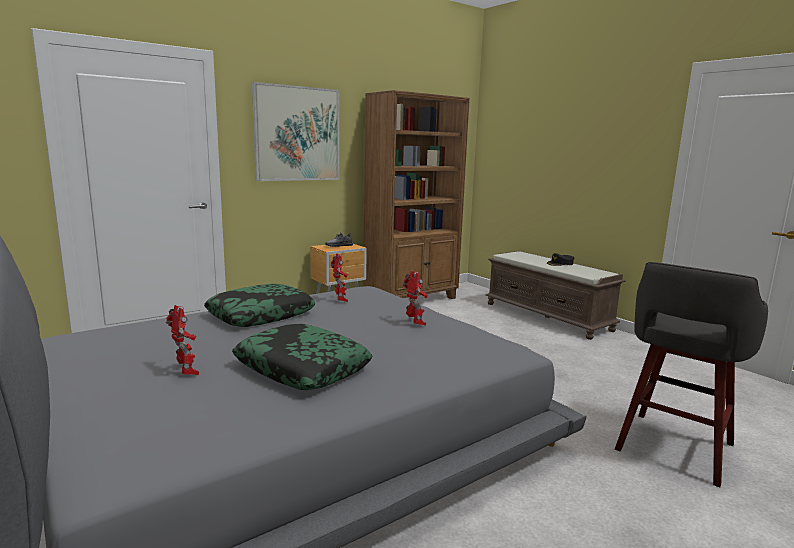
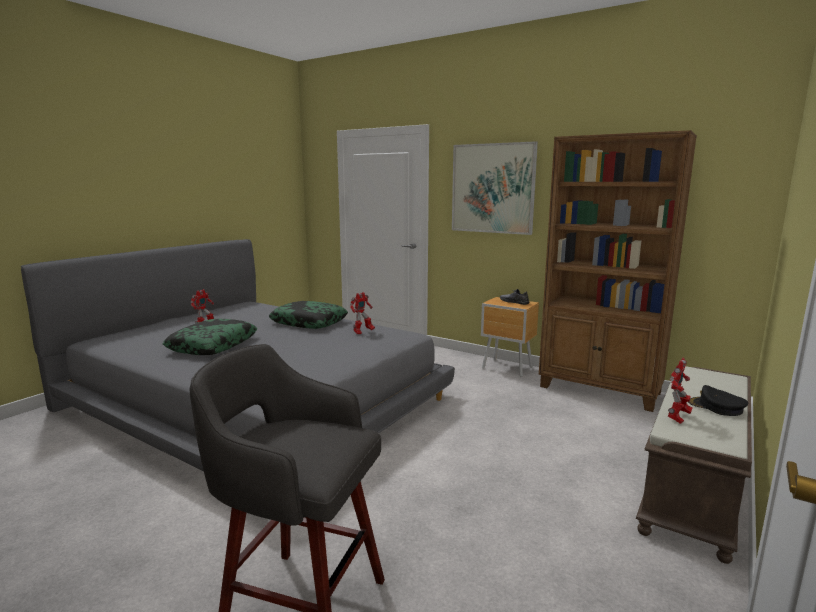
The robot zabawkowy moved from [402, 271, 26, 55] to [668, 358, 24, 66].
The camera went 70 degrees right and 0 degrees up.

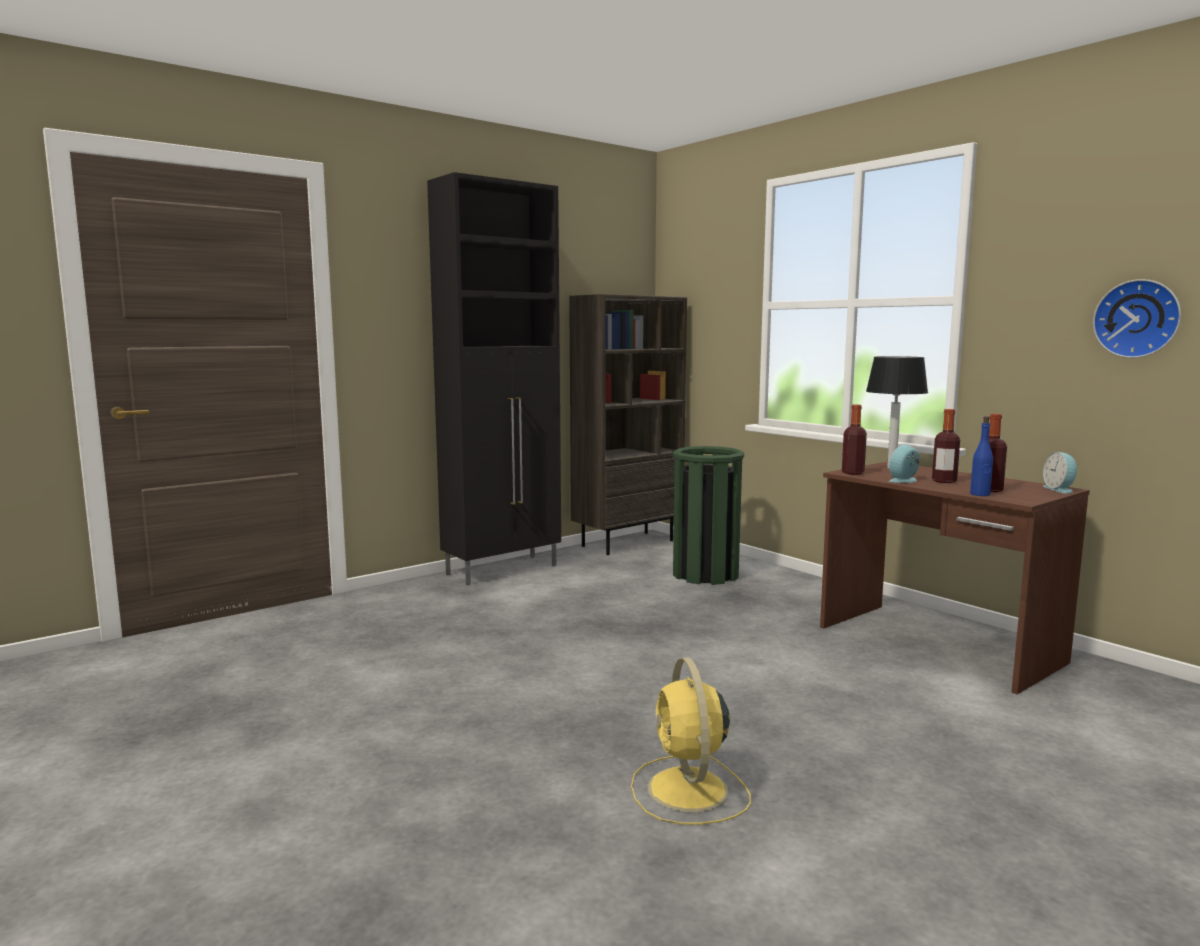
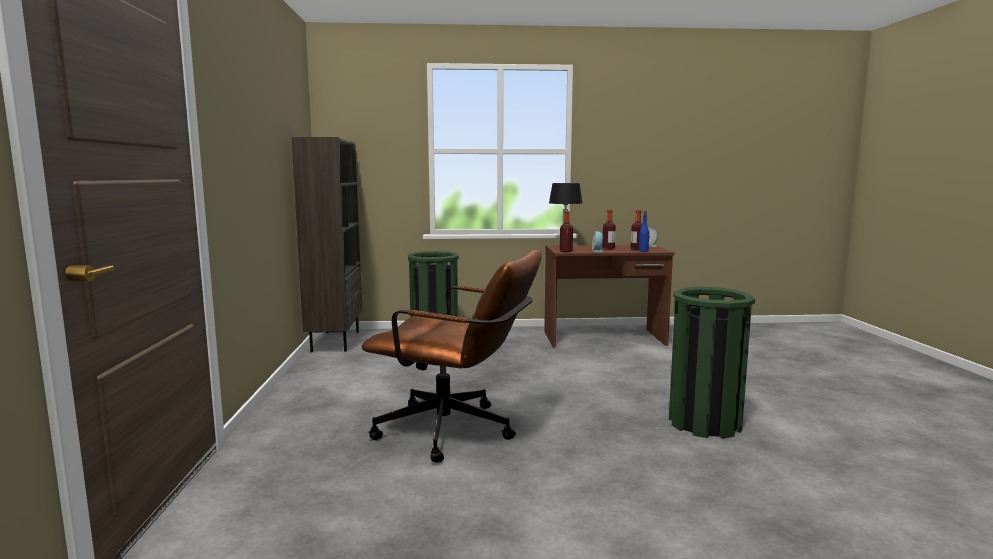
The krzesło biurowe/brązowy at [362, 250, 180, 213] appeared.
The wentylator/żółty at [631, 658, 120, 167] was replaced by the kosz na śmieci/zielony at [669, 287, 86, 152].
The szafka/czarny at [427, 172, 134, 413] disappeared.
The zegar ścienny at [1093, 279, 88, 79] disappeared.
The camera went 55 degrees left and 0 degrees up.

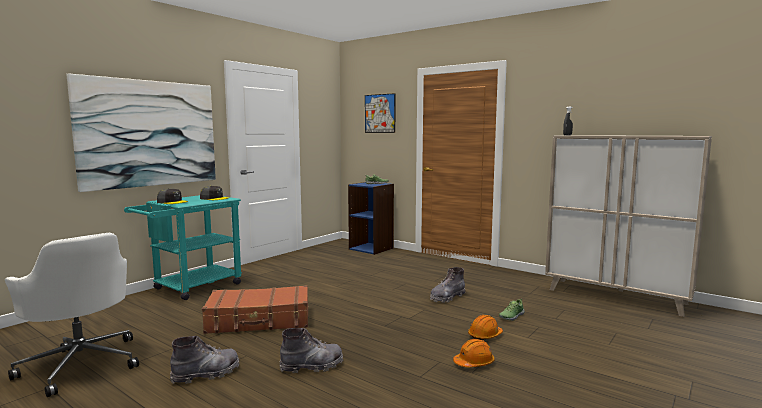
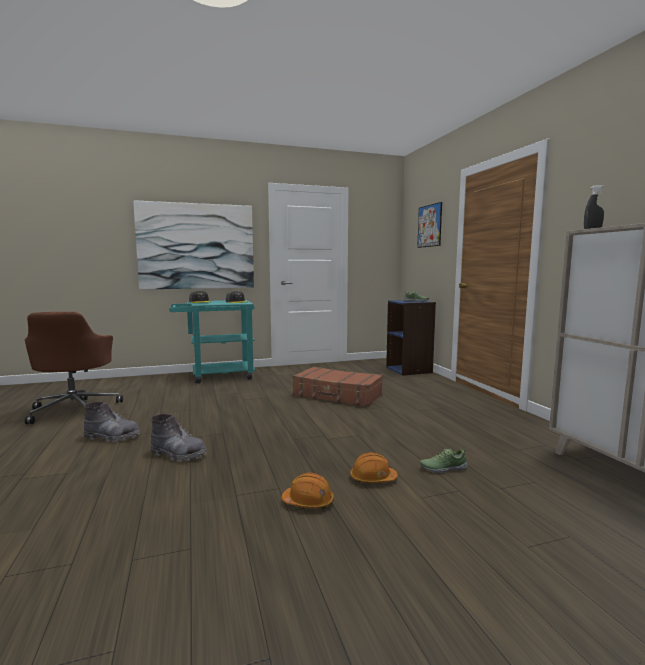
The krzesło biurowe/biały at [5, 233, 134, 164] became the krzesło biurowe/brązowy at [25, 312, 98, 112].
The walizka/brązowy moved from [202, 285, 106, 49] to [293, 367, 90, 40].
The but z cholewką/szary at [430, 267, 36, 36] disappeared.
The camera went 35 degrees right and 0 degrees up.

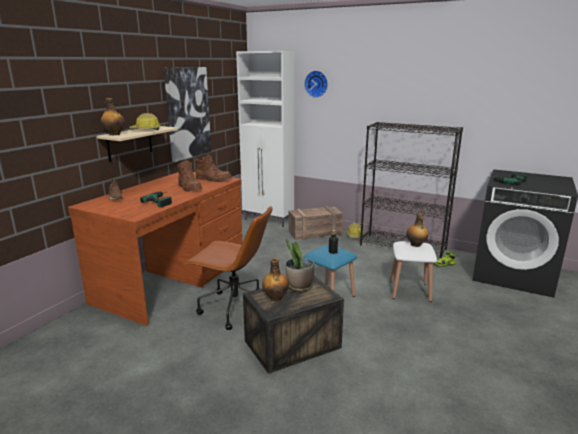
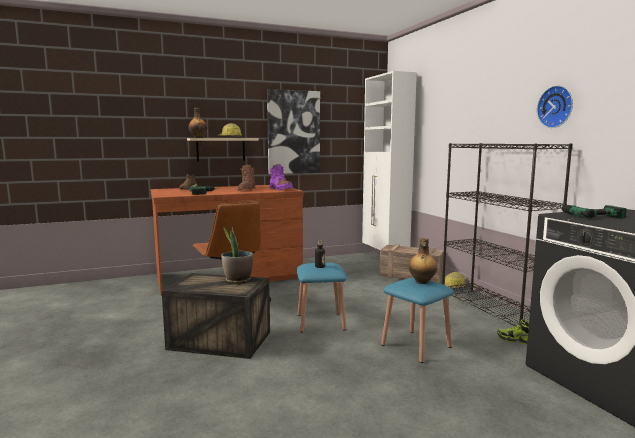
The but z cholewką/brązowy at [194, 154, 38, 28] became the but z cholewką/fioletowy at [270, 164, 23, 26].
The stołek/biały at [390, 241, 47, 61] became the stołek/niebieski at [381, 277, 73, 86].
The zegar ścienny moved from [304, 71, 24, 27] to [537, 85, 36, 43].
The butelka at [262, 258, 27, 43] disappeared.
The camera went 40 degrees right and 10 degrees down.

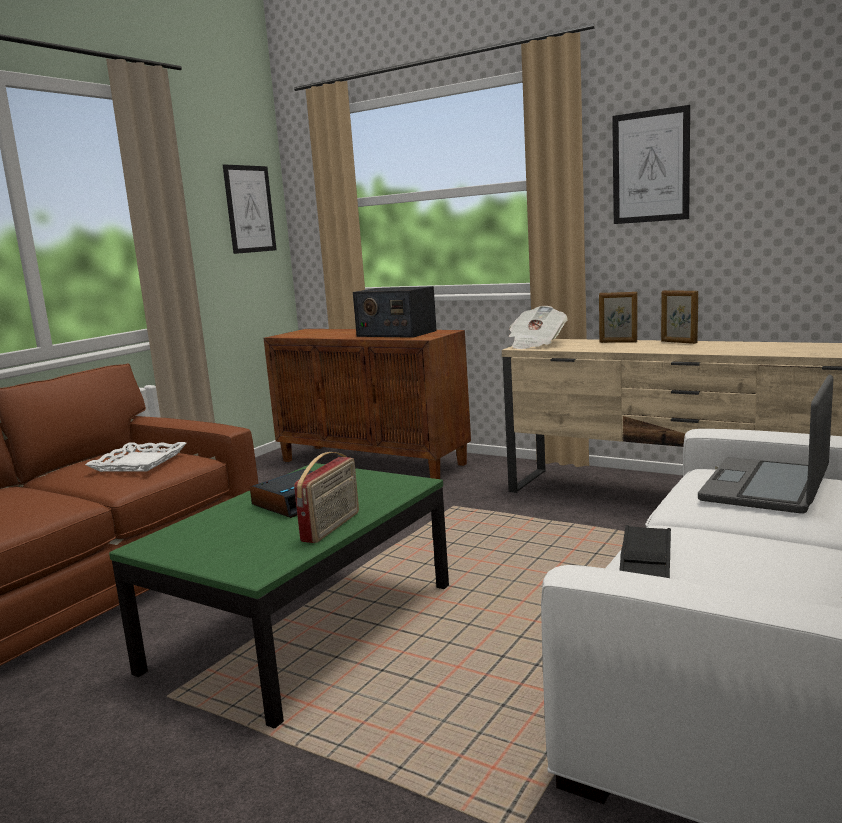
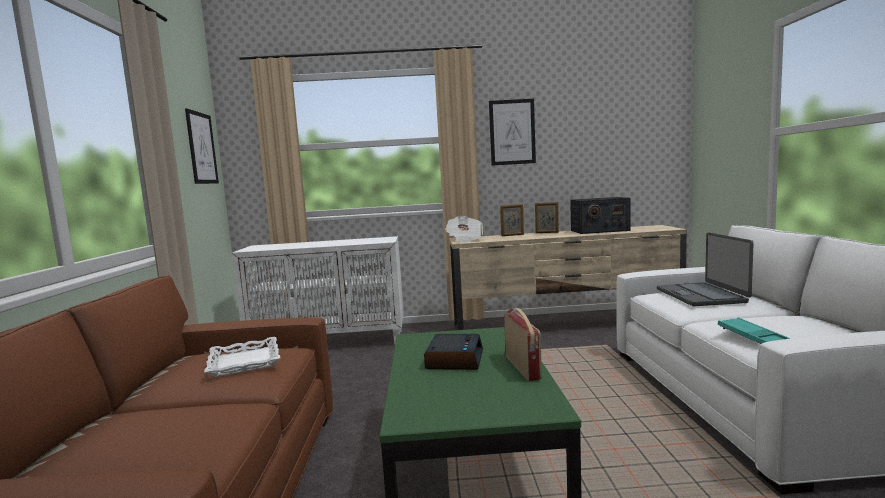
The szafka/brązowy at [264, 329, 207, 150] became the szafka/biały at [232, 236, 172, 109].
The radio moved from [353, 286, 84, 52] to [570, 197, 61, 37].
The taca/czarny at [619, 525, 52, 53] became the taca/turkusowy at [718, 318, 73, 26].
The camera went 35 degrees left and 5 degrees down.

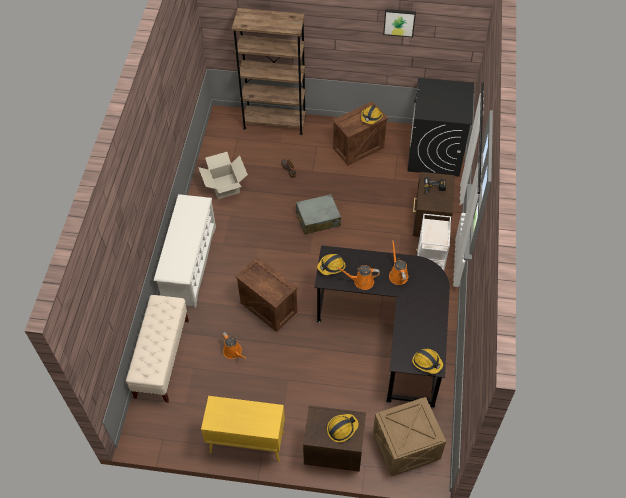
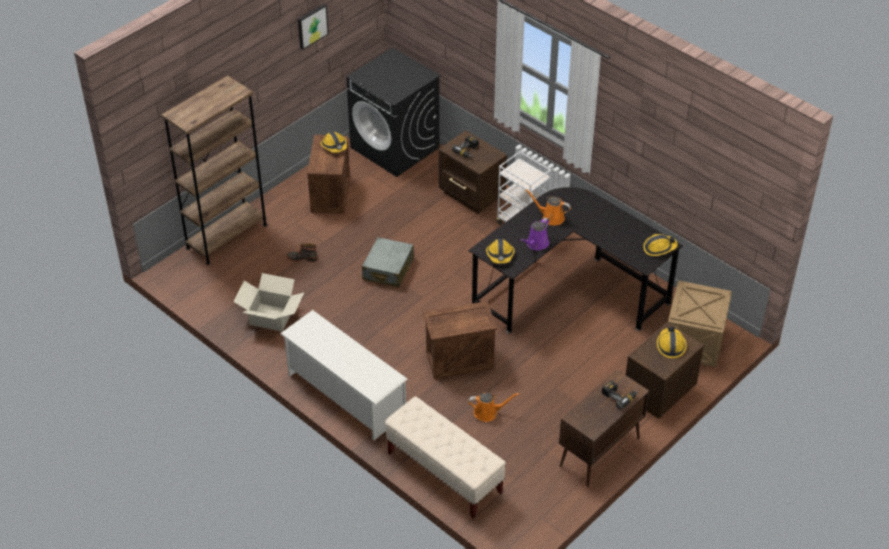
The konewka/pomarańczowy at [337, 265, 43, 25] became the konewka/fioletowy at [521, 218, 28, 32].
The szafka/żółty at [201, 396, 84, 66] became the szafka/brązowy at [559, 370, 90, 117].
The wiertarka at [602, 380, 36, 29] appeared.
The camera went 55 degrees left and 10 degrees down.

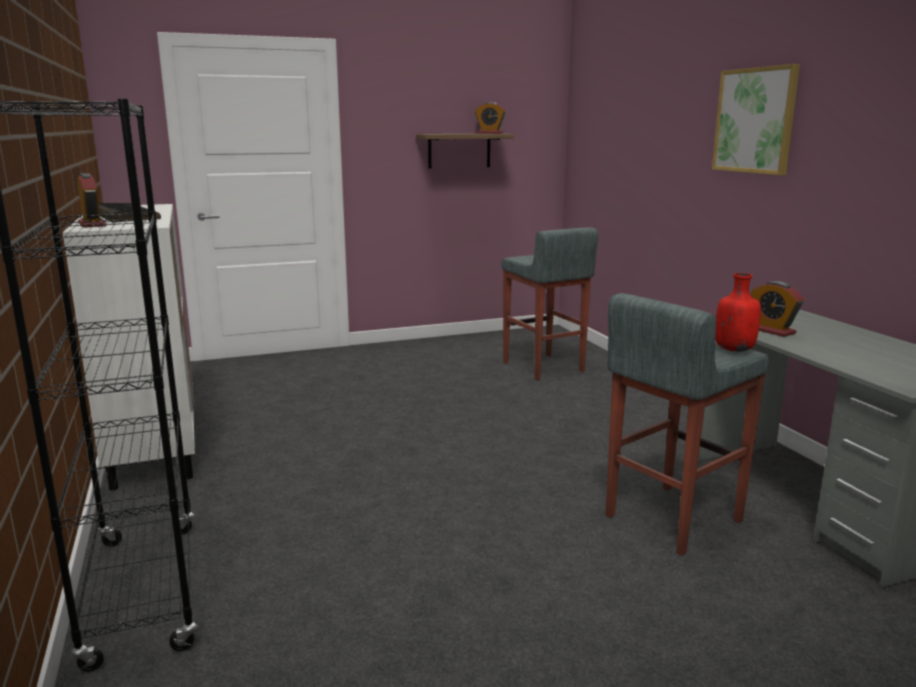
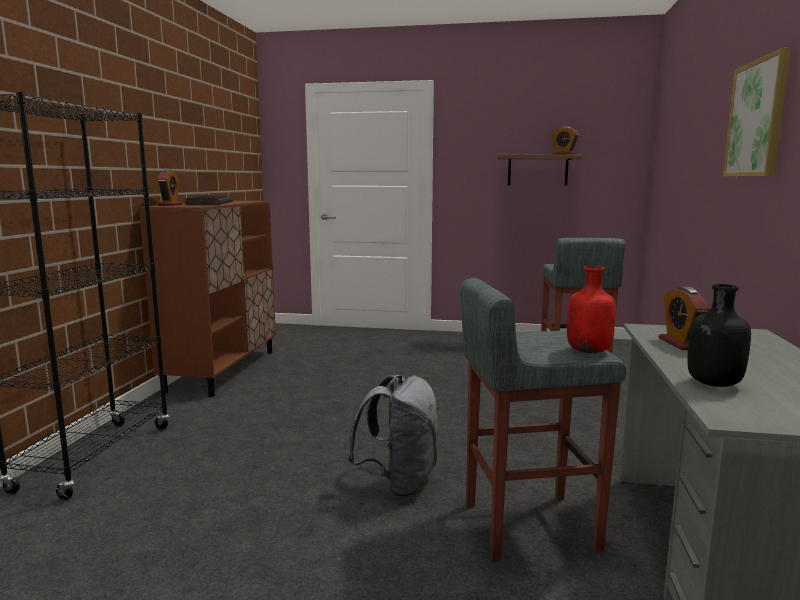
The szafka/biały at [63, 204, 132, 287] became the szafka/brązowy at [139, 201, 137, 196].
The plecak/szary at [347, 375, 92, 122] appeared.
The butelka/czarny at [688, 284, 63, 103] appeared.
The camera went 30 degrees right and 5 degrees down.

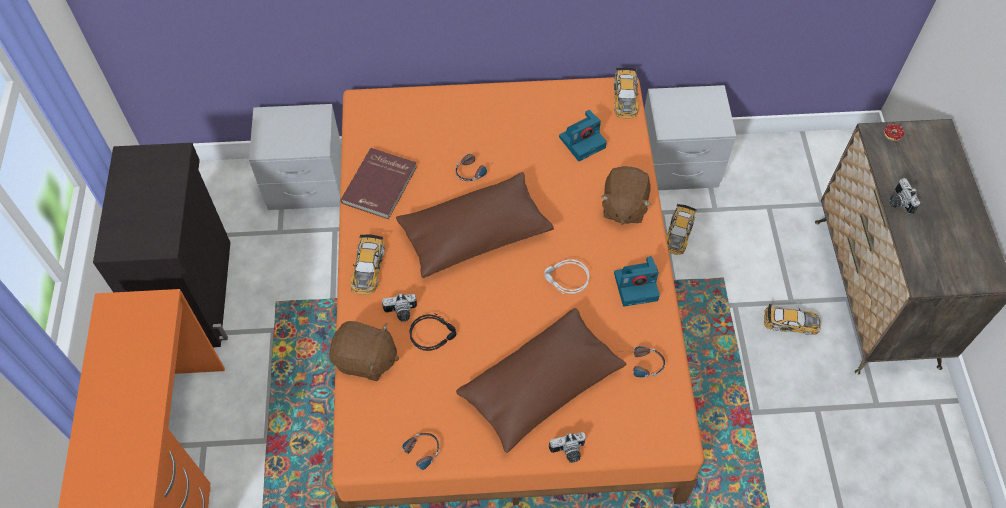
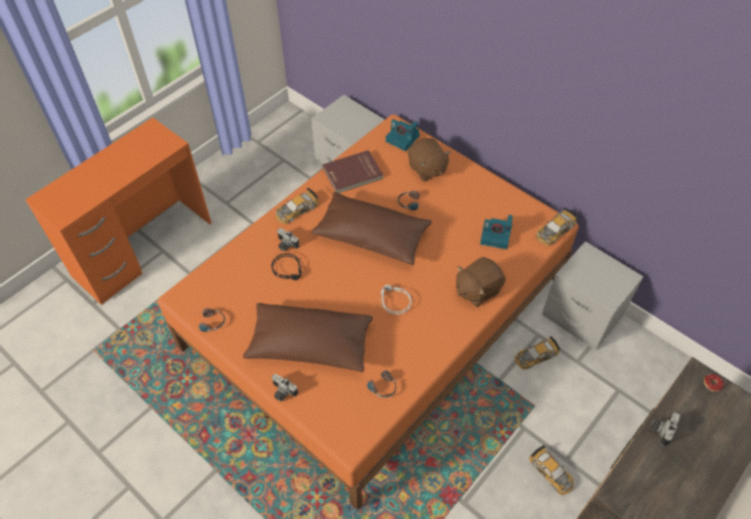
The aparat fotograficzny moved from [614, 256, 46, 51] to [386, 119, 34, 32].
The pluszak/brązowy moved from [329, 321, 70, 60] to [408, 138, 43, 43].
The szafka/czarny at [93, 143, 137, 205] disappeared.
The camera went 45 degrees right and 5 degrees down.

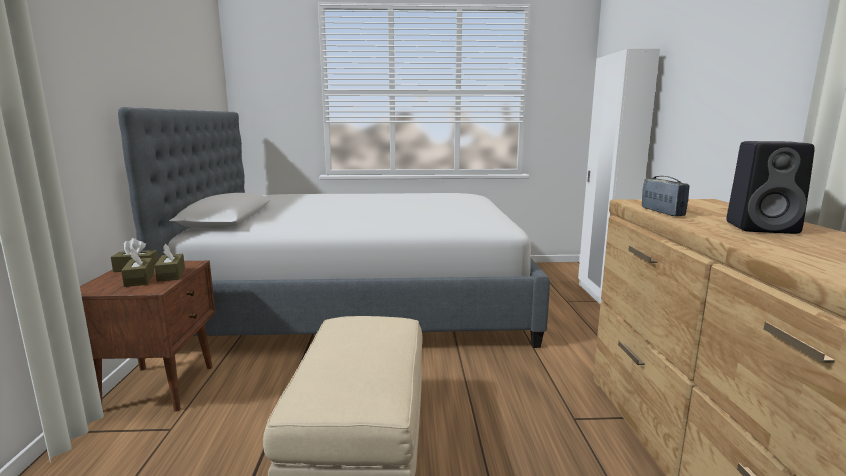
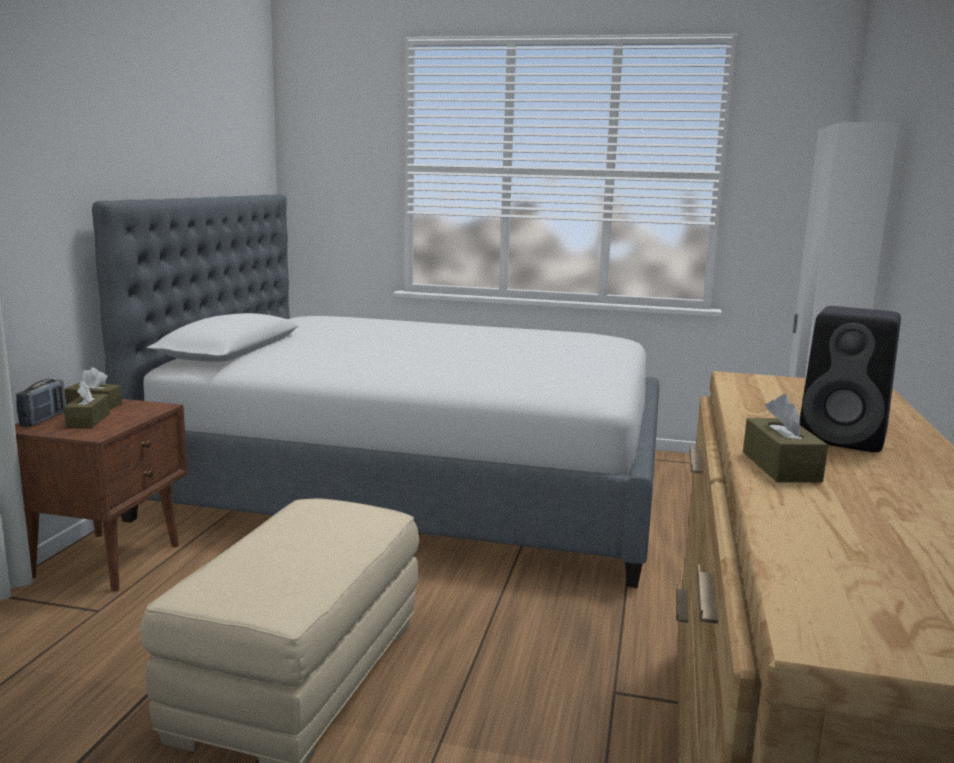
The radio moved from [642, 176, 48, 40] to [16, 379, 49, 48].
The pudełko chusteczek/brązowy moved from [154, 244, 31, 38] to [743, 394, 85, 89].
The camera went 15 degrees right and 0 degrees up.

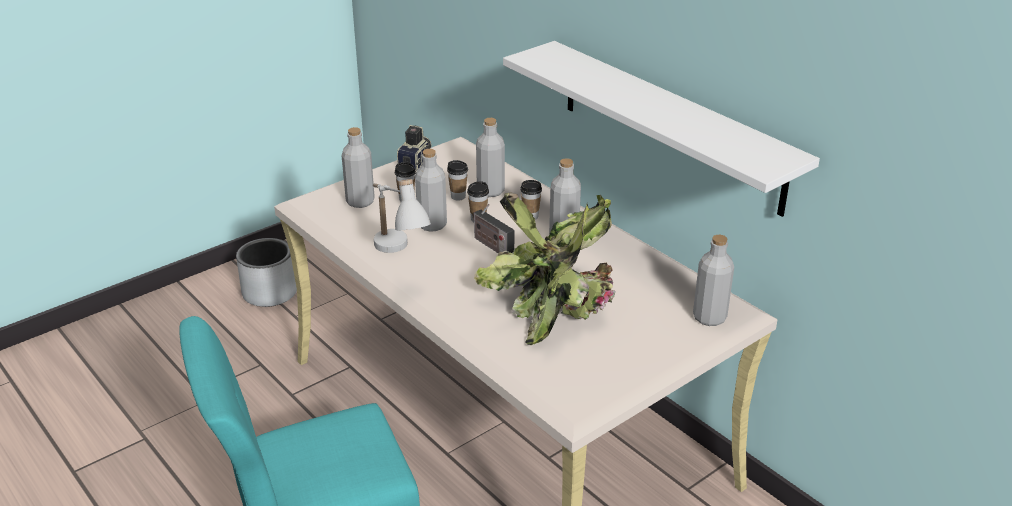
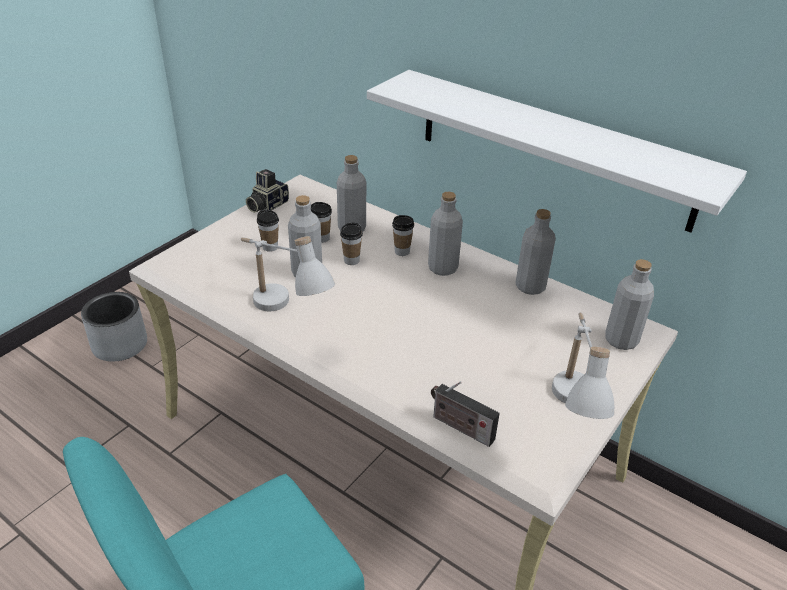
The aparat fotograficzny at [397, 125, 34, 45] turned 150 degrees counterclockwise.
The radio moved from [472, 203, 42, 51] to [431, 381, 69, 66].
The butelka/szary moved from [342, 127, 33, 81] to [515, 209, 41, 86].
The lampa stołowa/biały at [552, 312, 62, 107] appeared.
The roślina doniczkowa at [474, 192, 141, 153] disappeared.
The camera went 15 degrees left and 5 degrees up.

